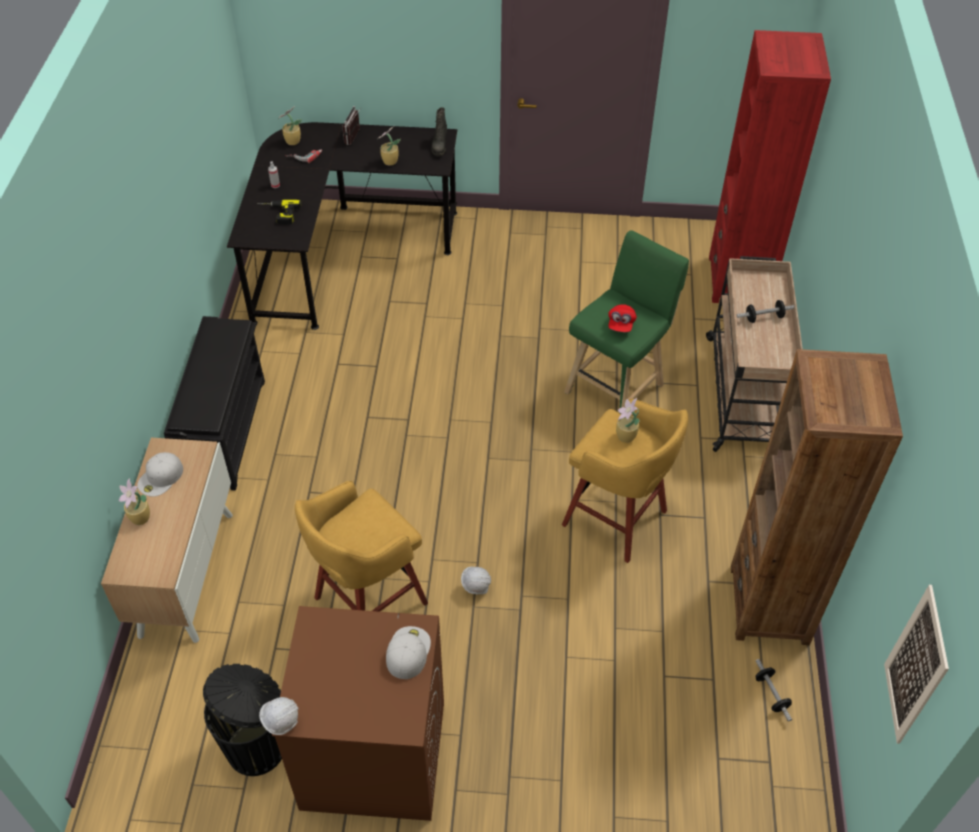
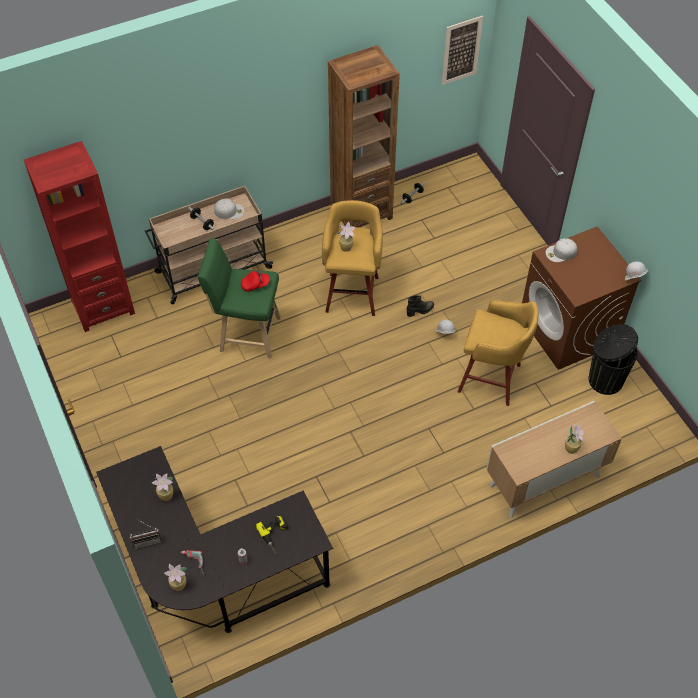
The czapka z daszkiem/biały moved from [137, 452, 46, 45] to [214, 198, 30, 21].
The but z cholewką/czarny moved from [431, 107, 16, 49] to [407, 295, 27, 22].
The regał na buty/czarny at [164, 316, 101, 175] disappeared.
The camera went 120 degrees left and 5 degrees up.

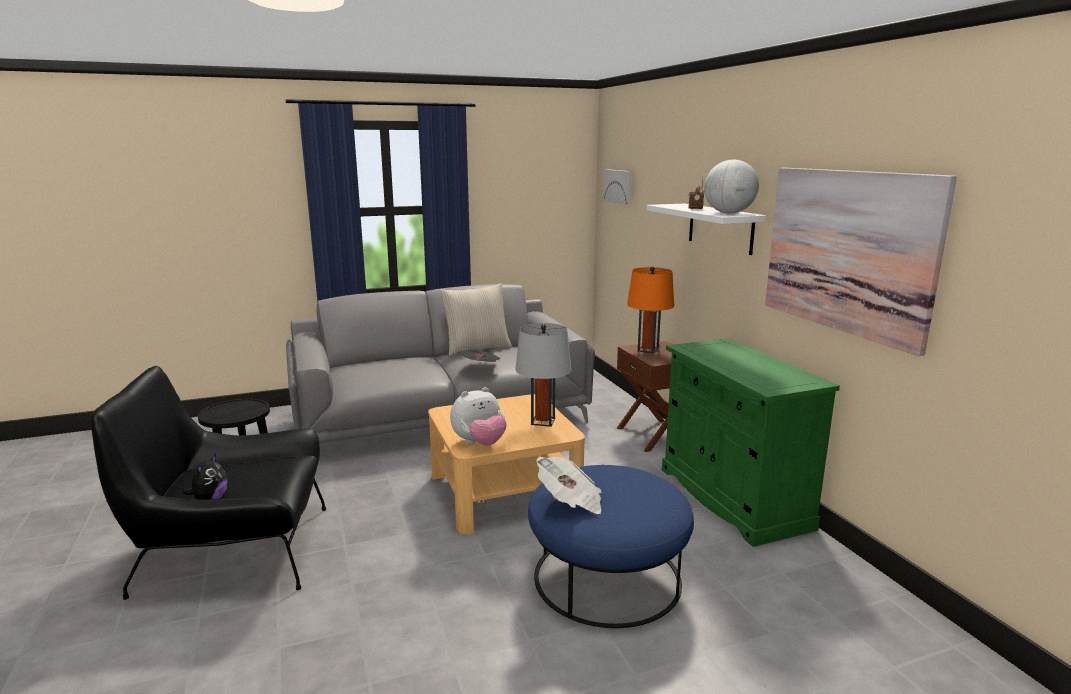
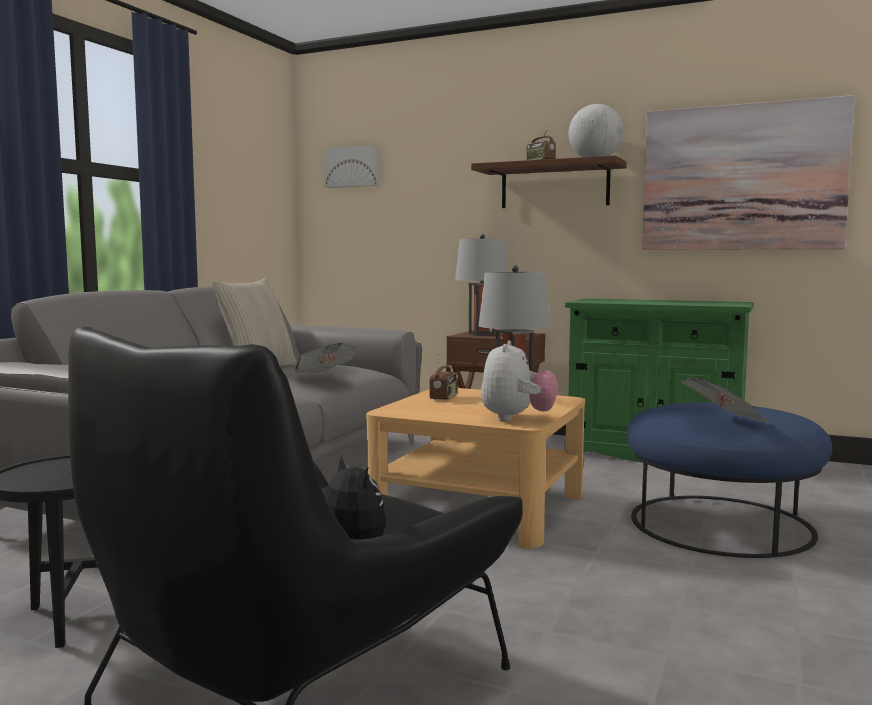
The radio at [430, 354, 28, 47] appeared.
The lampa stołowa/pomarańczowy at [627, 266, 47, 88] became the lampa stołowa/szary at [455, 234, 54, 102].
The półka/biały at [647, 204, 119, 51] became the półka/brązowy at [471, 155, 156, 53].
The camera went 45 degrees left and 10 degrees down.

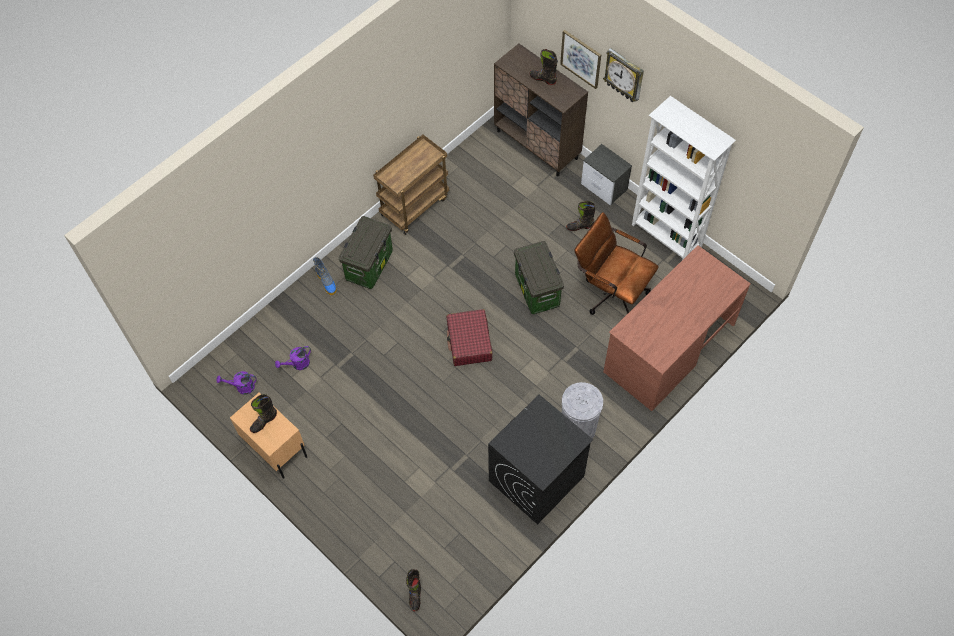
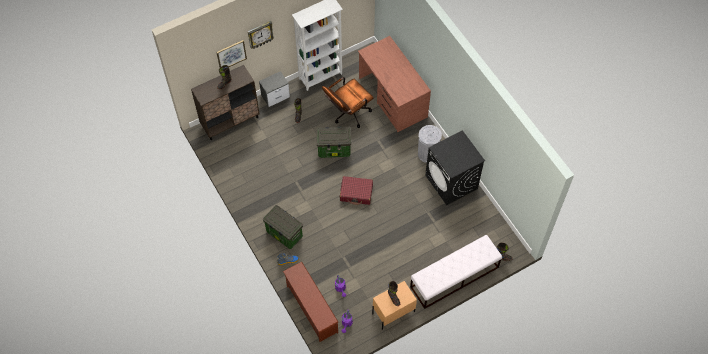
The regał na buty/brązowy at [283, 262, 55, 80] appeared.
The ławka/biały at [410, 235, 92, 74] appeared.
The wózek/brązowy at [373, 135, 76, 100] disappeared.
The camera went 75 degrees left and 0 degrees up.

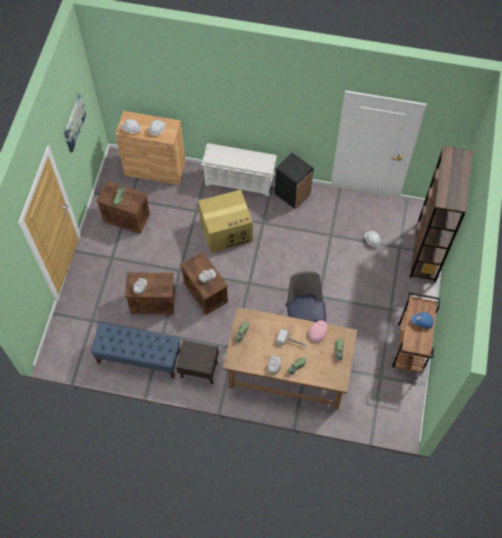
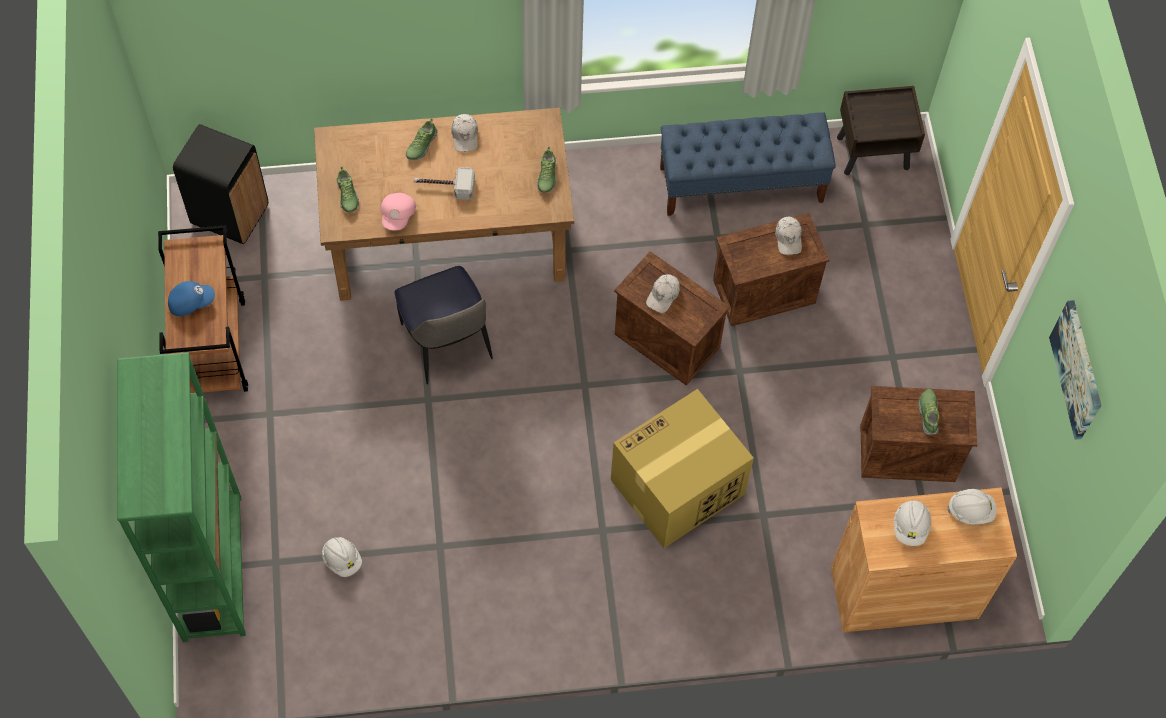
The regał/brązowy at [410, 146, 63, 136] became the regał/zielony at [117, 352, 129, 290].
The kosz na śmieci/czarny moved from [275, 153, 39, 56] to [173, 124, 95, 120].
The szafka nocna/brązowy moved from [176, 340, 43, 44] to [837, 86, 88, 89].
The regał na buty/biały at [201, 143, 76, 53] disappeared.
The camera went 160 degrees right and 0 degrees up.

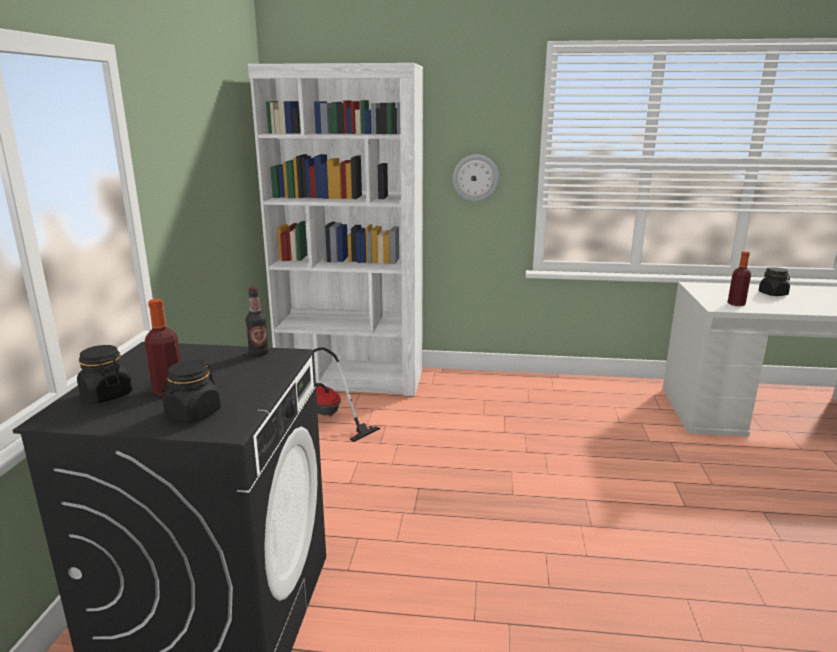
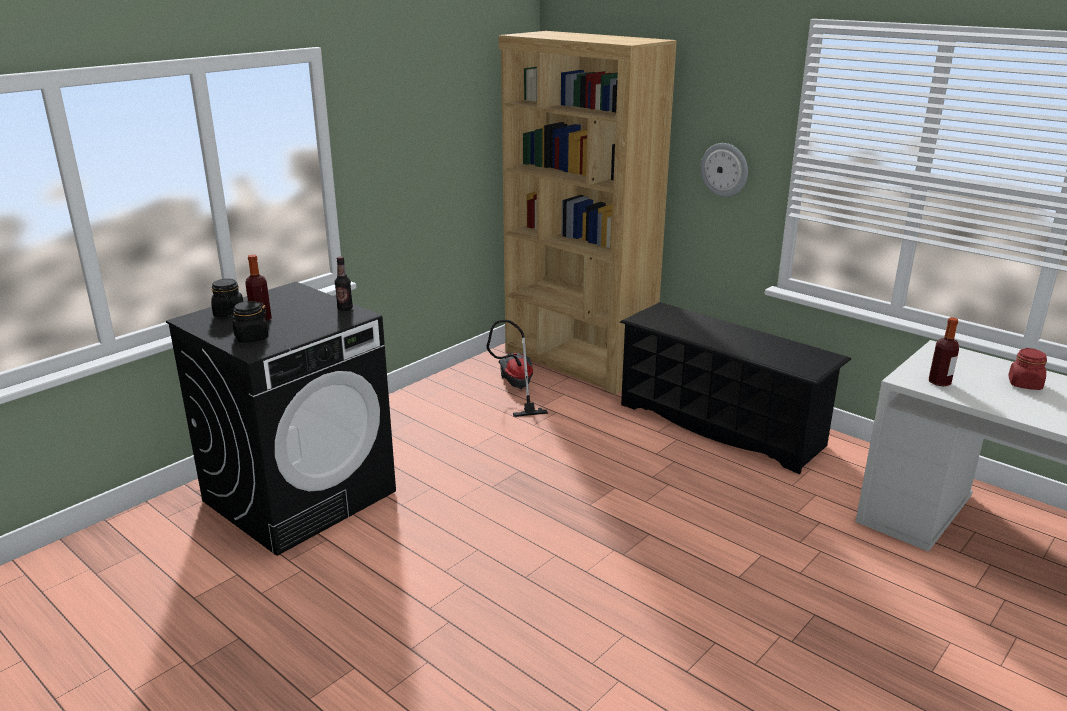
The regał/biały at [248, 63, 175, 333] became the regał/brązowy at [499, 31, 178, 363].
The regał na buty/czarny at [620, 302, 231, 172] appeared.
The słoik/czarny at [759, 267, 31, 29] became the słoik/czerwony at [1008, 348, 39, 42].
The camera went 35 degrees right and 5 degrees up.

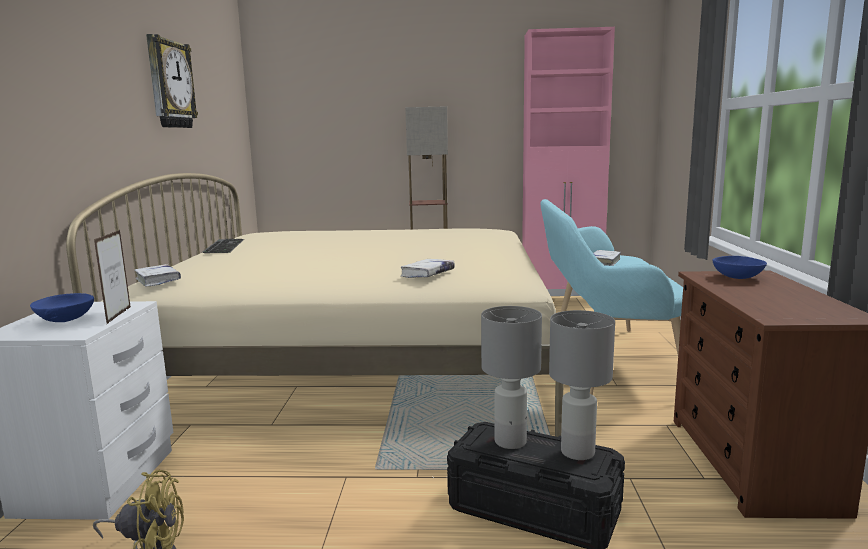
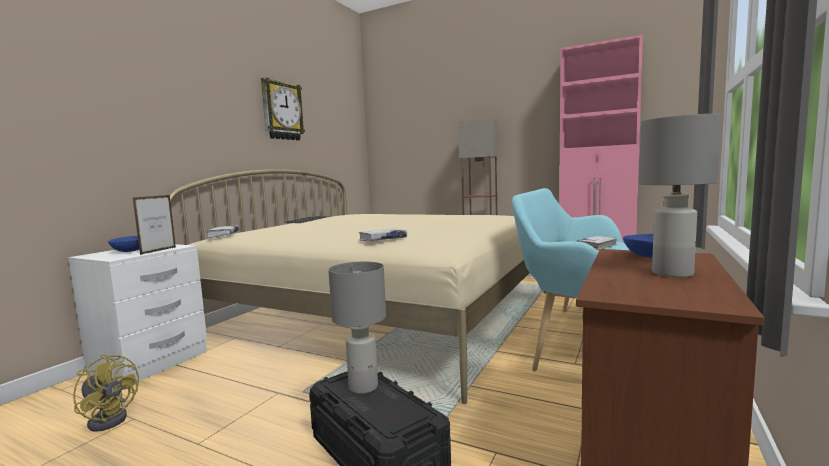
The lampa stołowa/szary moved from [549, 310, 66, 150] to [639, 114, 82, 164].
The camera went 25 degrees right and 5 degrees down.

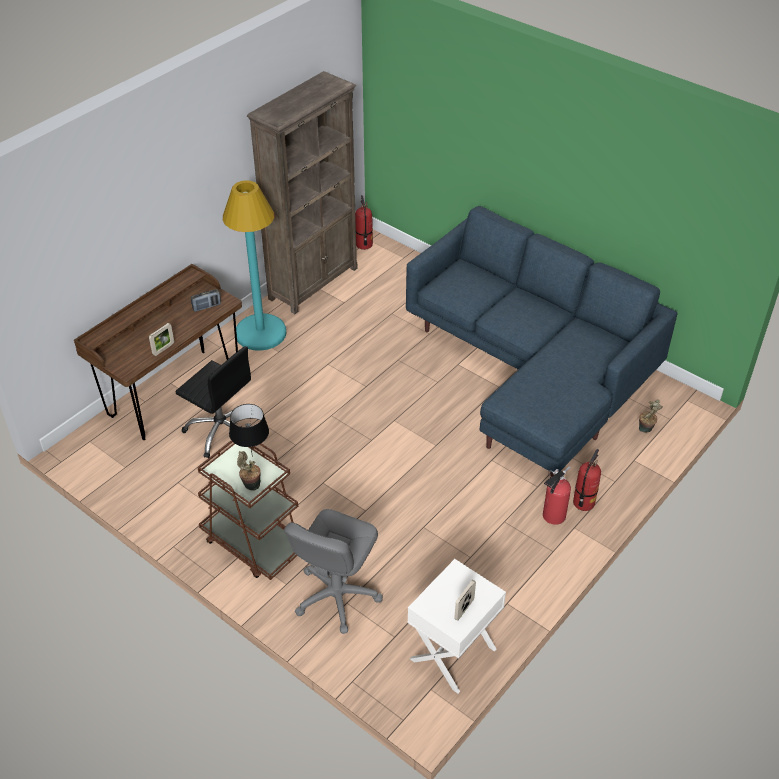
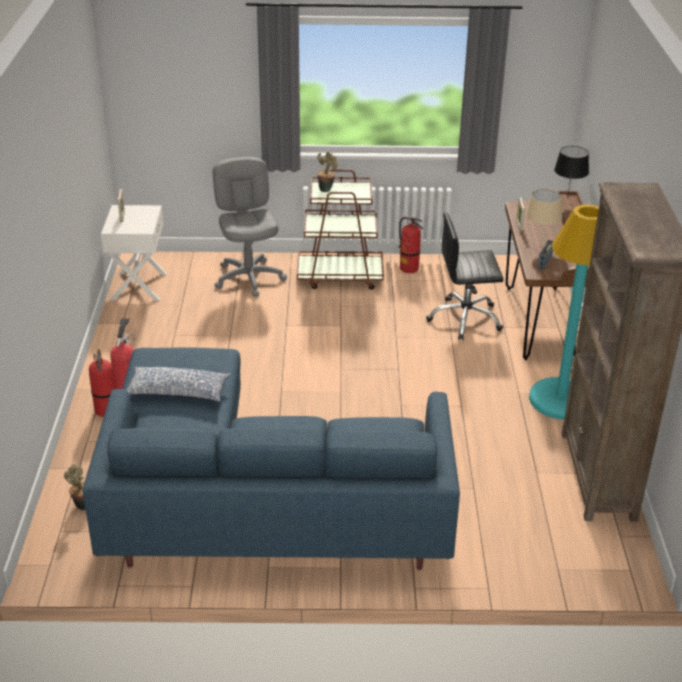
The poduszka at [127, 367, 104, 35] appeared.
The gaśnica moved from [355, 195, 18, 55] to [399, 217, 24, 56].
The lampa stołowa/beżowy at [526, 189, 36, 55] appeared.
The lampa stołowa/czarny moved from [229, 404, 40, 53] to [554, 146, 35, 53].
The camera went 140 degrees right and 10 degrees down.

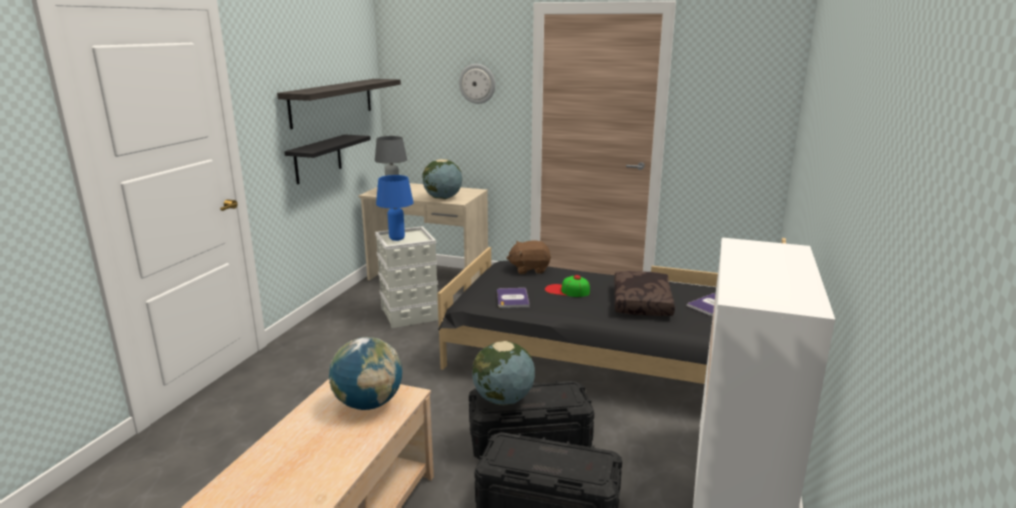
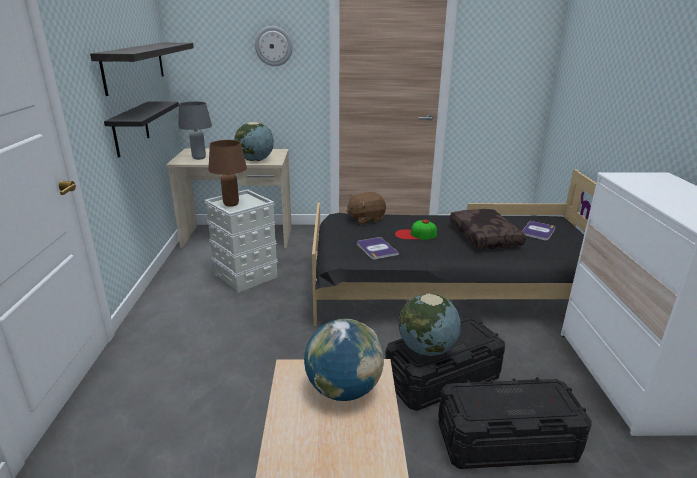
The lampa stołowa/niebieski at [376, 175, 38, 66] became the lampa stołowa/brązowy at [208, 140, 39, 67].
The camera went 20 degrees left and 5 degrees up.

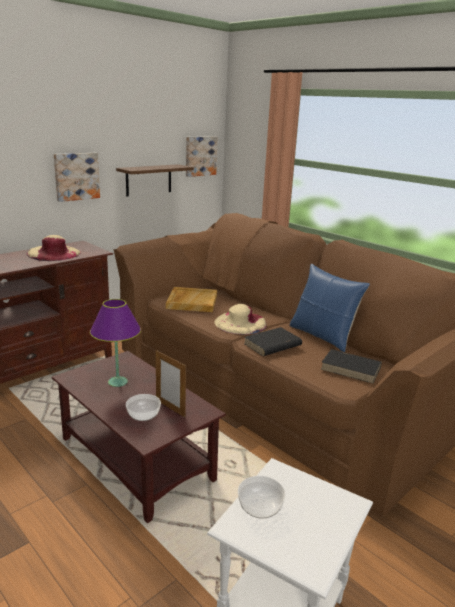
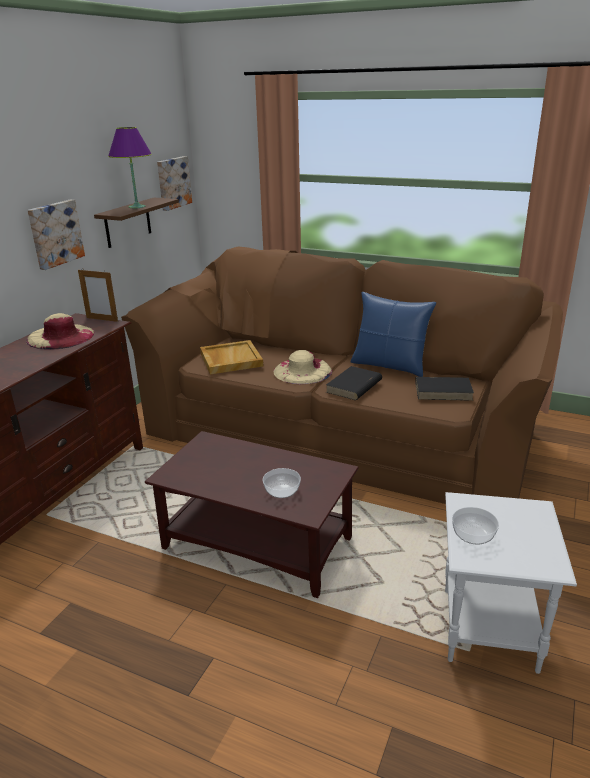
The ramka na zdjęcie moved from [156, 350, 30, 67] to [78, 268, 40, 54].
The lampa stołowa/fioletowy moved from [90, 299, 51, 88] to [108, 127, 44, 81].
The camera went 20 degrees left and 5 degrees up.

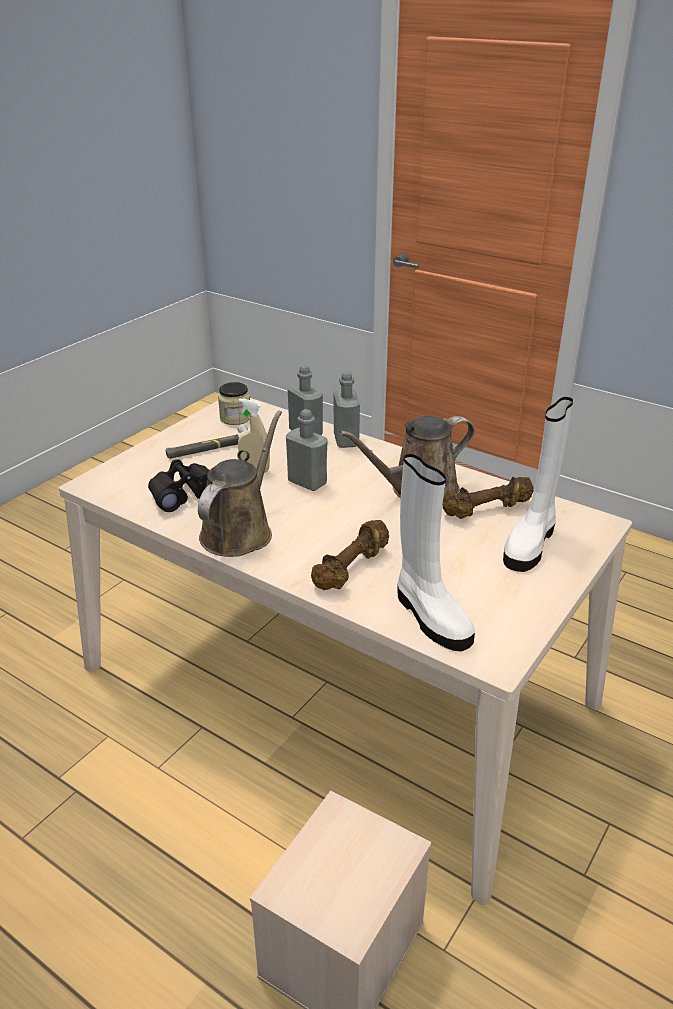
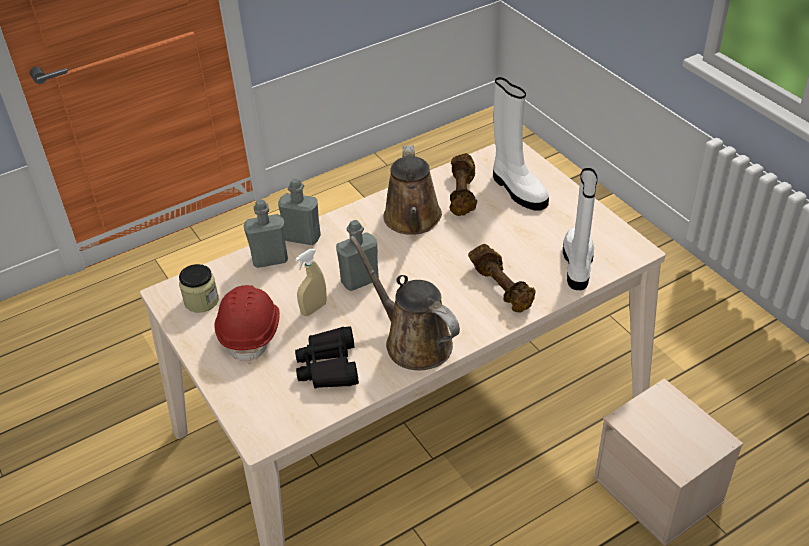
The młotek at [165, 424, 84, 35] was replaced by the kask/czerwony at [214, 285, 66, 79].
The but z cholewką/biały at [397, 454, 78, 197] turned 75 degrees counterclockwise.
The camera went 65 degrees left and 10 degrees up.

